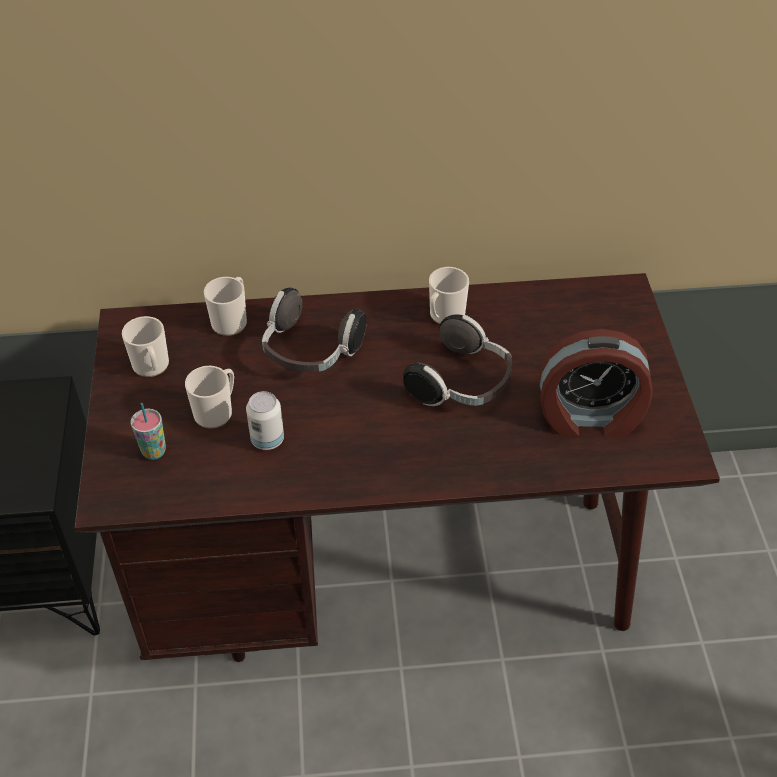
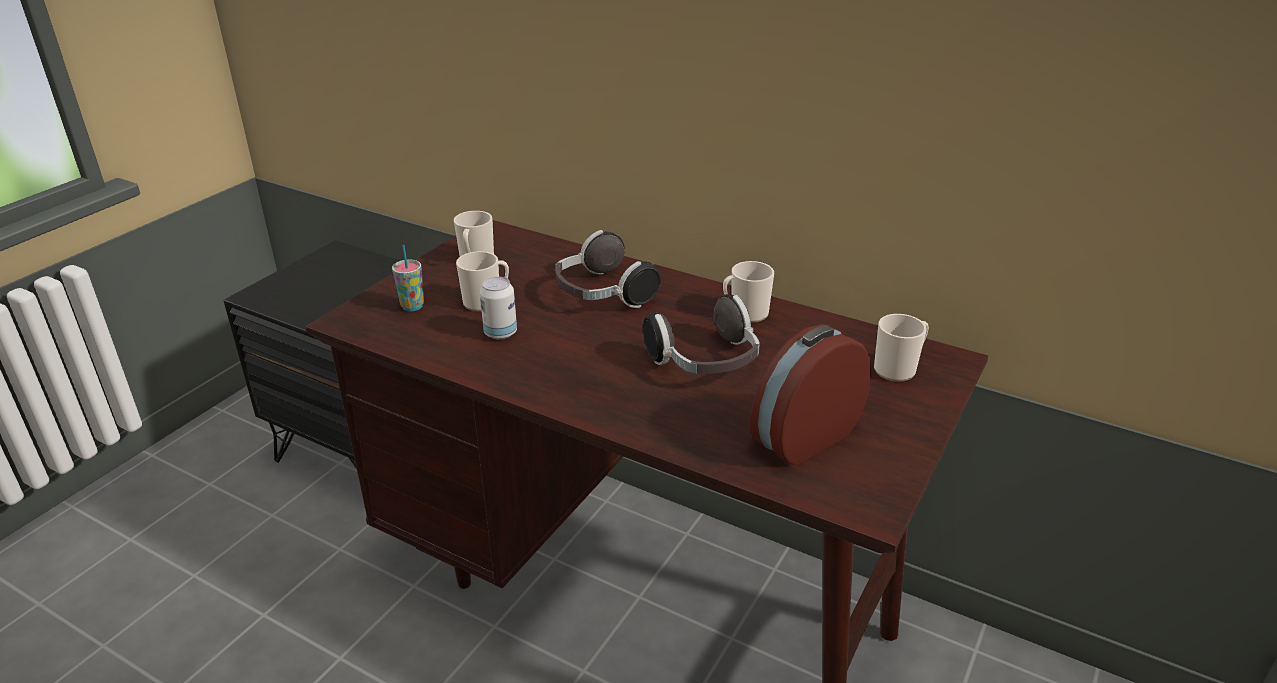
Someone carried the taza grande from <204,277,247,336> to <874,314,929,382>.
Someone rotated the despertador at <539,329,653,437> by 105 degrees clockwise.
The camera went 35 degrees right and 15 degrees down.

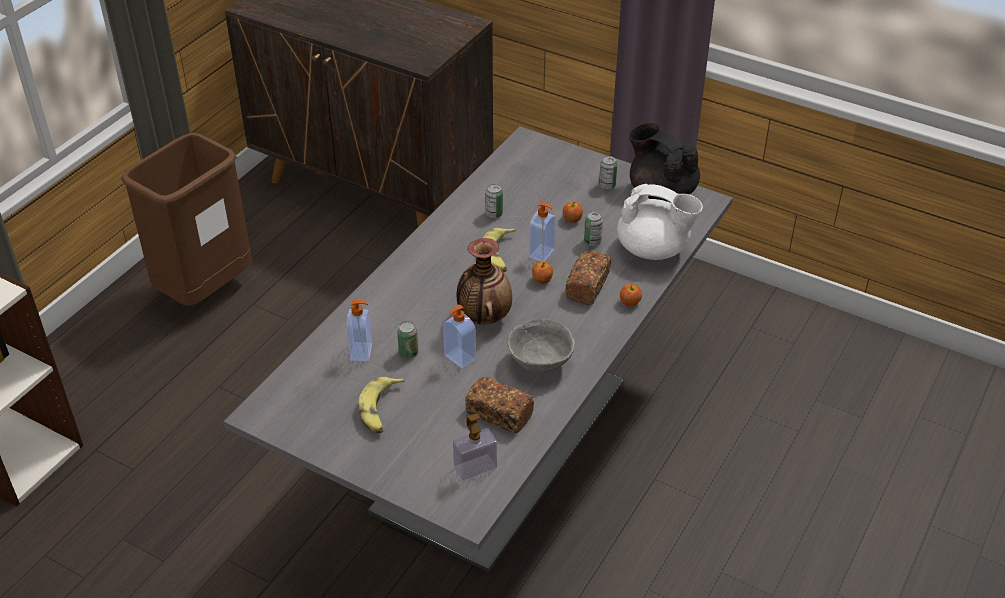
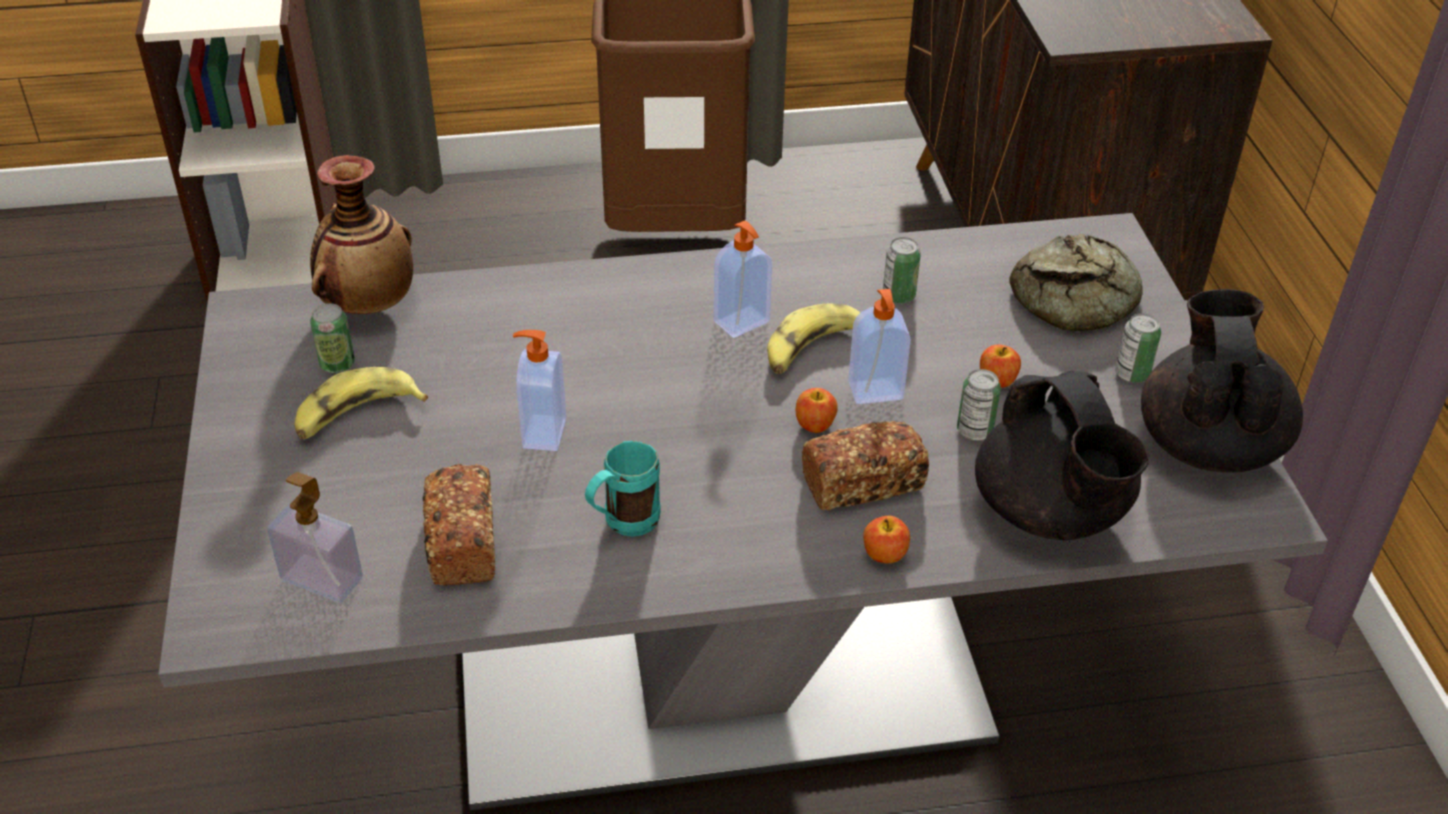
Someone put down the pan at <1009,234,1143,331>.
Someone carried the dispensador de jabón from <347,300,372,361> to <714,221,772,338>.
Someone carried the lata from <397,321,418,359> to <310,303,355,373>.
Someone carried the florero from <457,238,512,325> to <310,155,413,314>.
Someone swapped the cuenco [gris] at <507,319,575,373> for the taza grande [turquesa] at <585,441,661,537>.
Someone repainted the tetera [blanco] at <617,184,703,260>, which became the tetera [negro] at <975,371,1149,540>.
The camera went 50 degrees right and 0 degrees up.

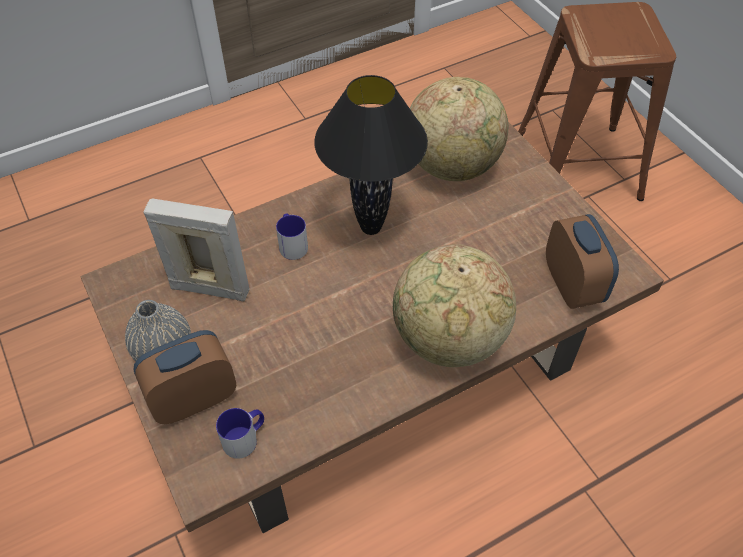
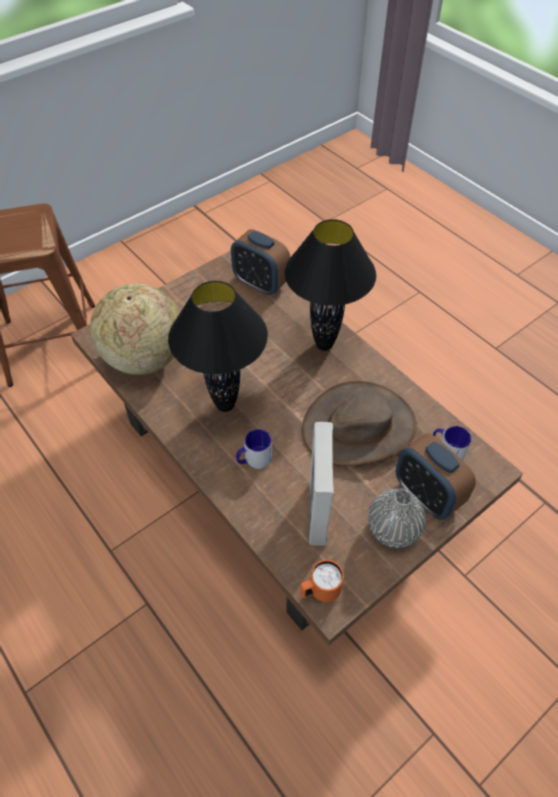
Someone put down the taza grande [naranja] at <300,560,344,602>.
Someone put down the sombrero [marrón] at <302,381,417,466>.
Someone swapped the globo terráqueo at <393,244,516,367> for the lámpara de mesa [negro] at <284,219,376,351>.
Someone rotated the despertador at <546,214,619,309> by 120 degrees counterclockwise.
The camera went 100 degrees left and 0 degrees up.

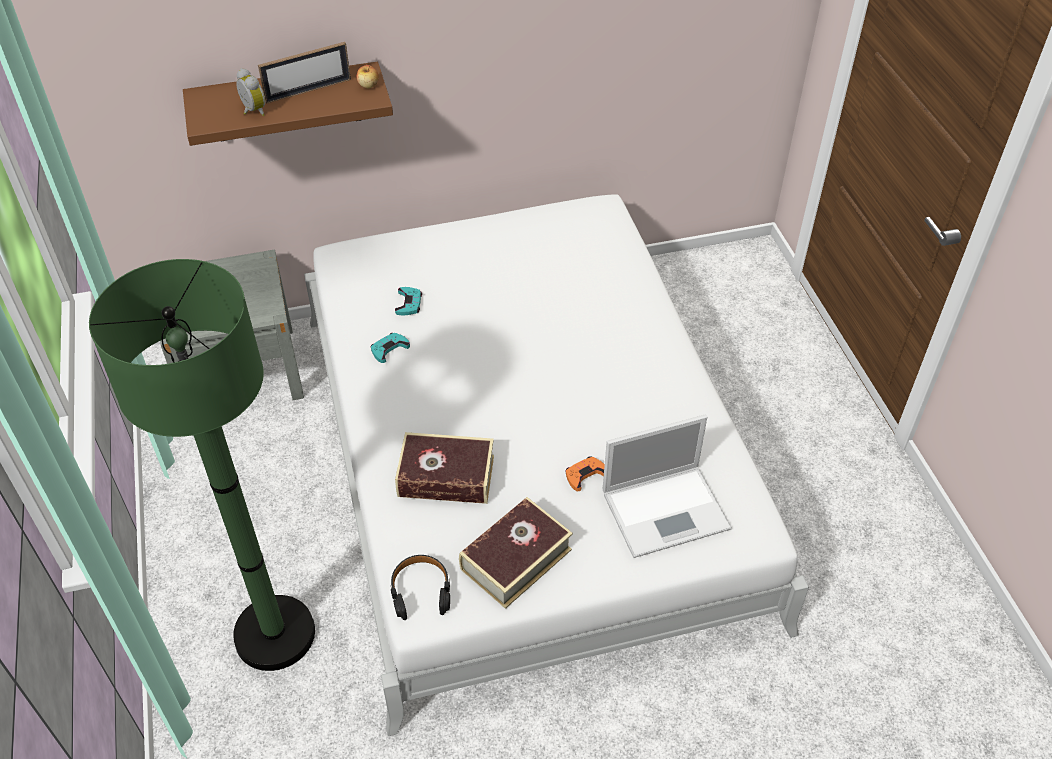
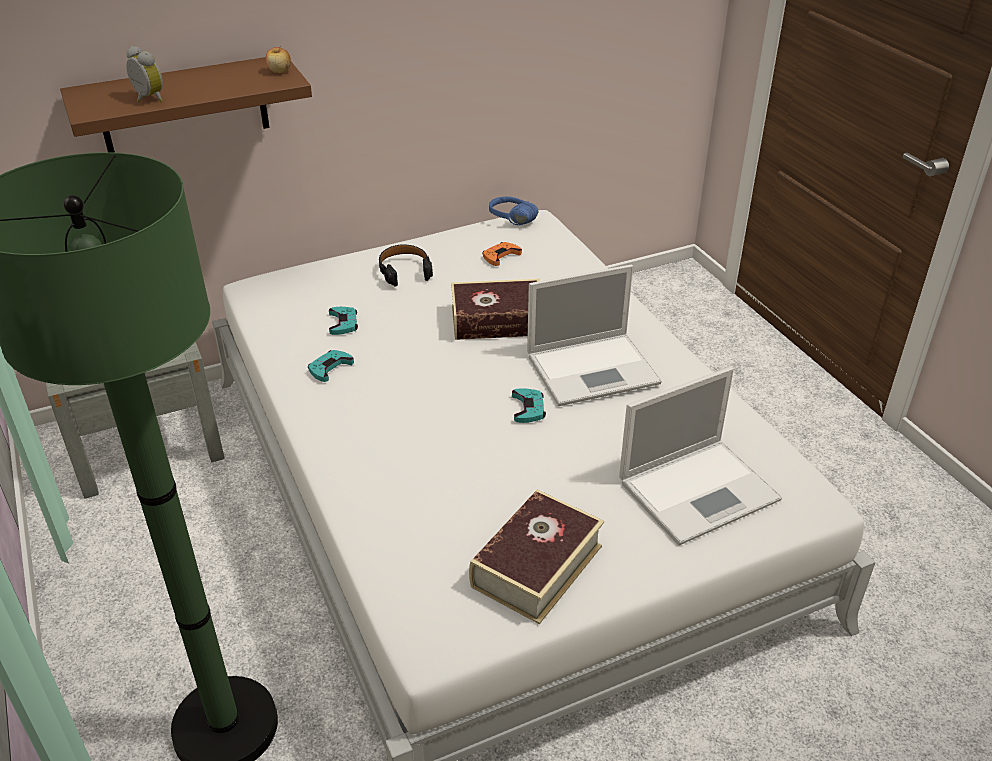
Someone took away the portarretratos at <258,42,351,104>.
Someone put down the auriculares [azul] at <489,196,538,225>.
Someone put down the mando de consola [turquesa] at <512,388,546,423>.
Someone put down the portátil at <527,265,662,406>.
Someone carried the auriculares [negro] from <391,555,450,620> to <379,244,433,286>.
Someone carried the libro from <395,432,494,504> to <451,279,540,340>.
Someone carried the mando de consola [naranja] from <565,456,605,491> to <482,242,522,266>.
The camera went 10 degrees left and 10 degrees down.

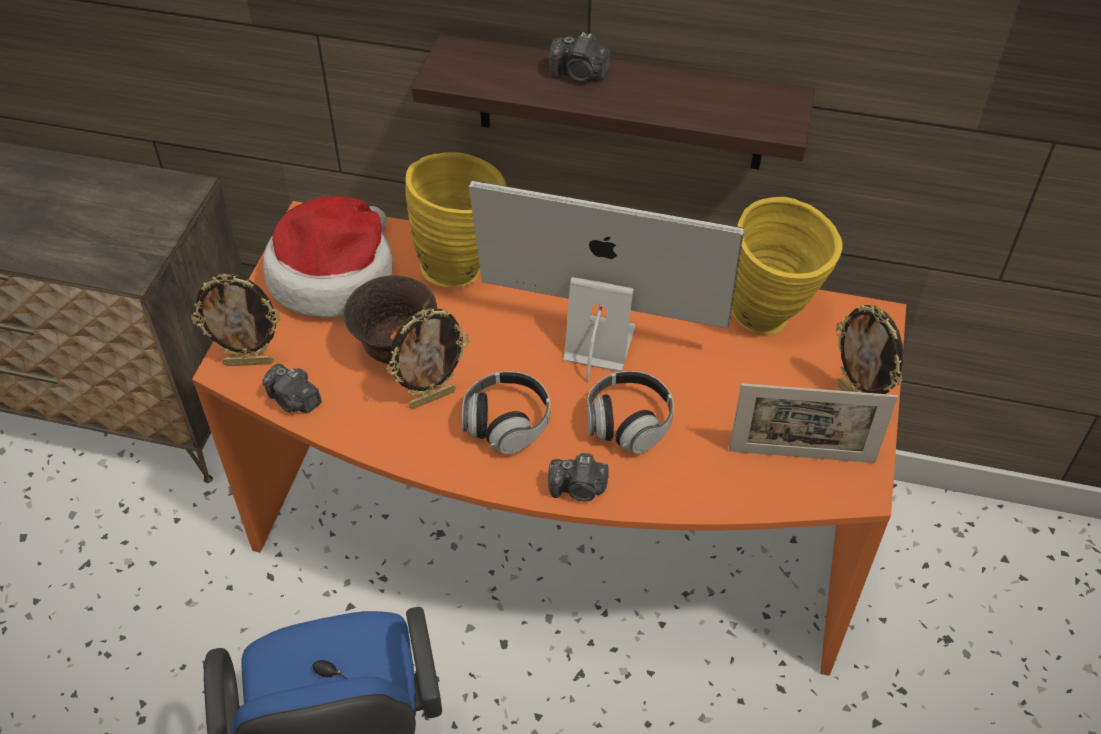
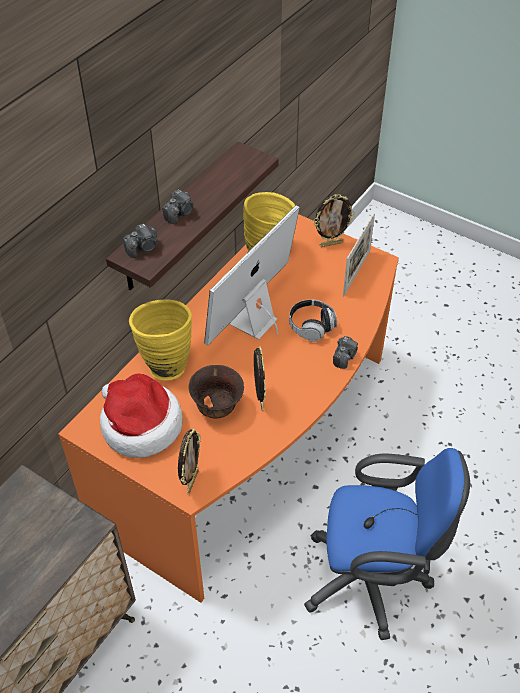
Someone took away the auriculares at <462,371,550,455>.
Someone carried the cámara from <262,364,322,413> to <123,224,158,258>.
The camera went 70 degrees left and 0 degrees up.

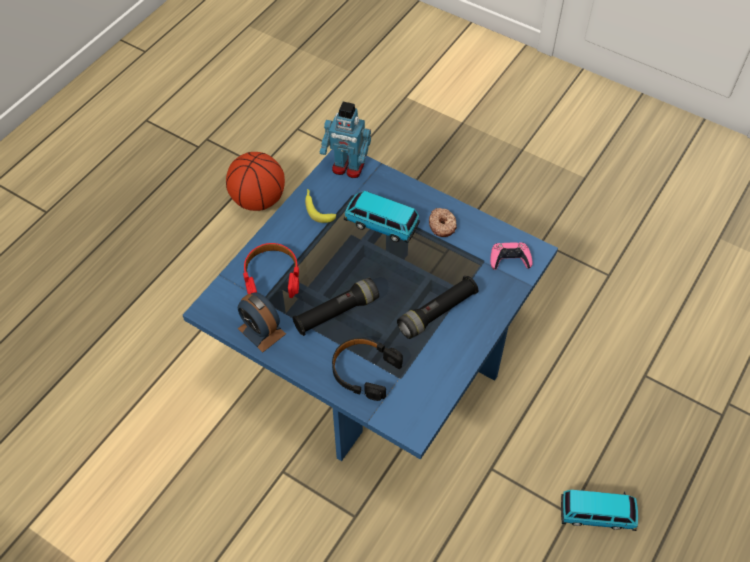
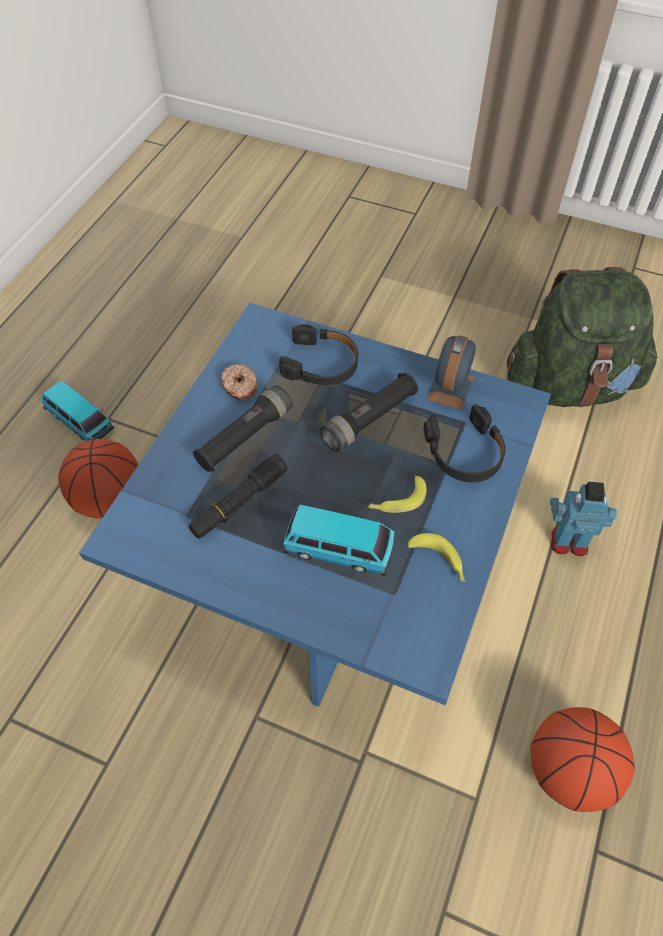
Someone took away the mando de consola [rosa] at <490,242,532,270>.
Someone put down the balón de baloncesto at <58,439,138,519>.
Someone put down the linterna [negro] at <189,454,288,539>.
Someone put down the plátano at <368,476,427,513>.
Someone put down the mochila [verde] at <507,267,658,408>.
Someone carried the robot de juguete from <320,102,371,178> to <550,482,617,556>.
Someone carried the rosquilla from <429,208,457,237> to <221,364,257,399>.
Someone repainted the auriculares [rojo] at <243,243,299,298>, which became the auriculares [negro] at <424,404,506,482>.
Someone rotated the despertador at <238,292,286,352> by 75 degrees clockwise.
Someone rotated the coche de juguete at <561,490,638,531> by 135 degrees counterclockwise.
The camera went 170 degrees right and 0 degrees up.

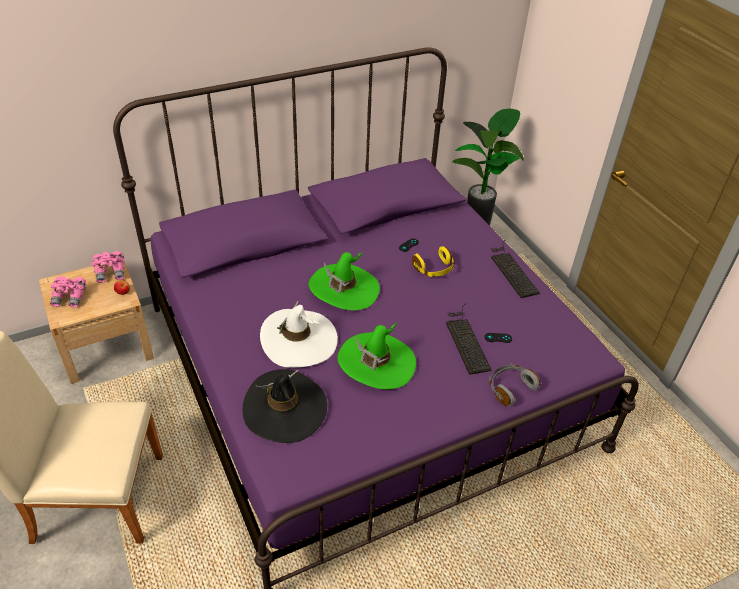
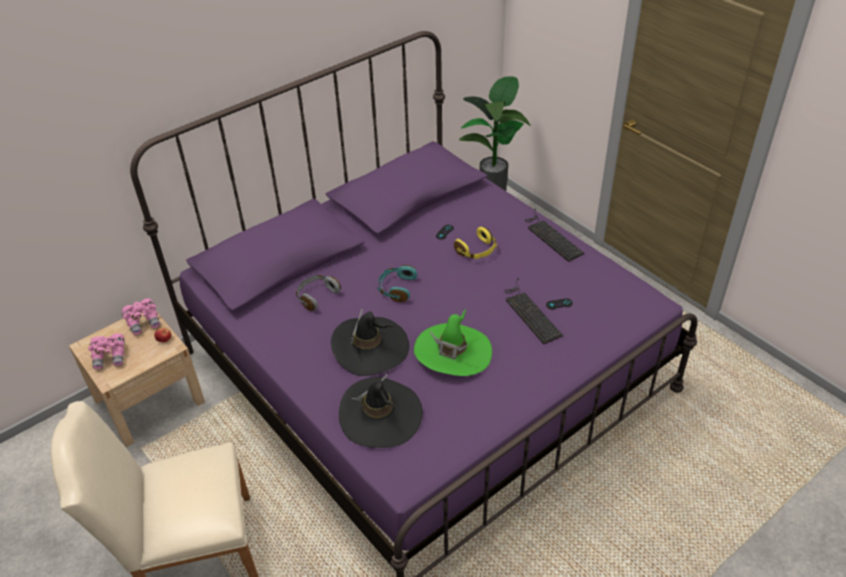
Someone carried the auriculares [gris] from <489,363,540,406> to <296,275,341,311>.
Someone swapped the sombrero [verde] at <308,252,380,310> for the auriculares [turquesa] at <377,265,417,302>.
Someone repainted the sombrero [blanco] at <260,301,338,368>, which became the sombrero [negro] at <331,309,409,376>.
The camera went 10 degrees left and 0 degrees up.

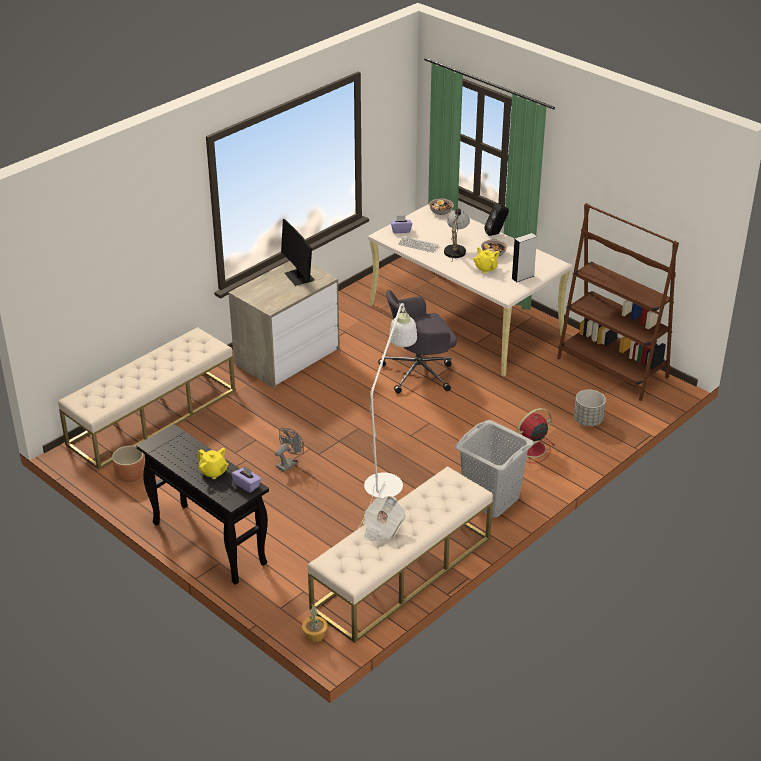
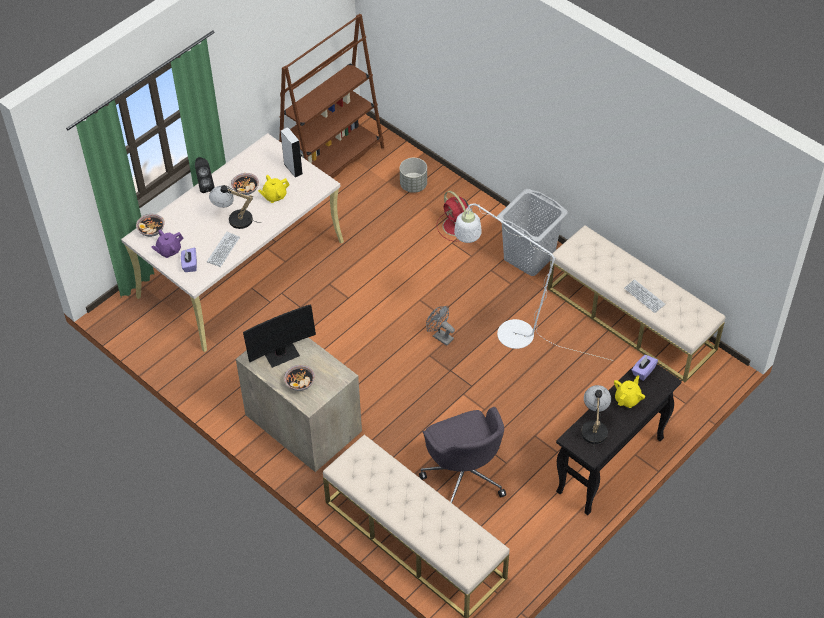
Someone took away the maceta [marrón] at <112,446,145,482>.
Someone took away the planta en maceta at <302,604,327,642>.
Someone put down the tetera [morado] at <152,230,183,258>.
Someone put down the cuenco at <284,365,315,391>.
Someone put down the lámpara de mesa at <581,385,611,447>.
Someone carried the ventilador [gris] from <275,428,304,472> to <426,306,455,346>.
Someone carried the silla de oficina [gris] from <378,290,457,394> to <419,407,506,503>.
Someone swapped the periódico at <363,496,406,541> for the teclado at <624,279,666,313>.
The camera went 90 degrees left and 15 degrees up.

